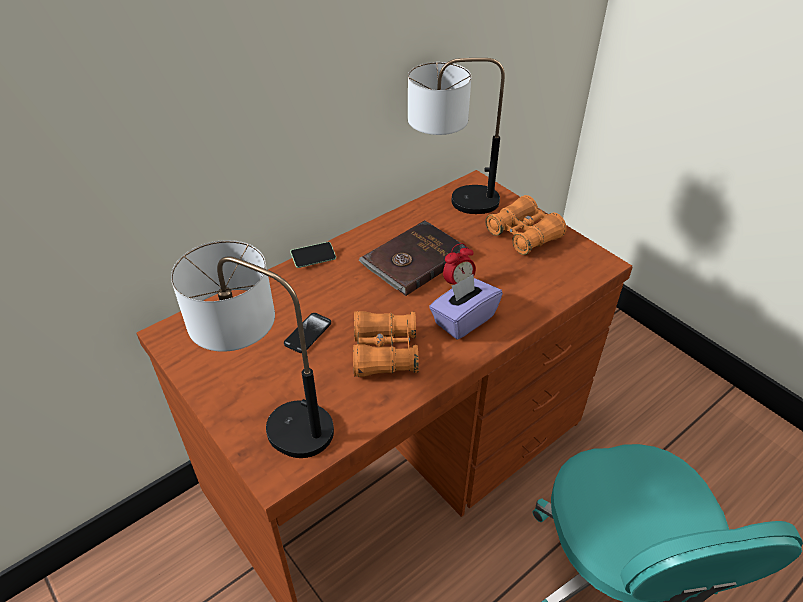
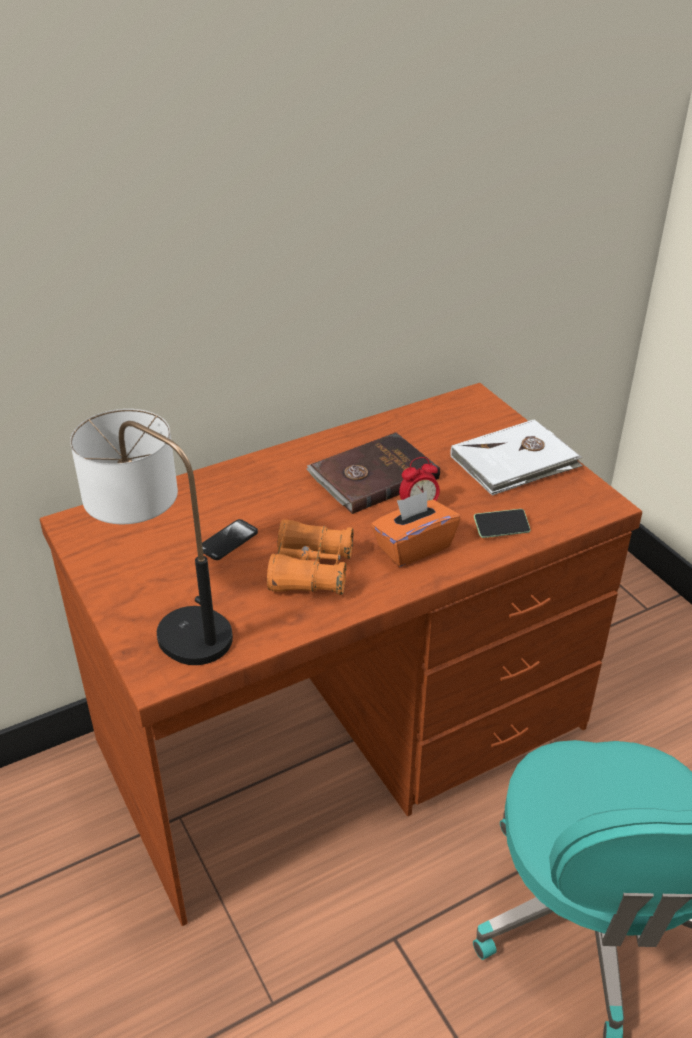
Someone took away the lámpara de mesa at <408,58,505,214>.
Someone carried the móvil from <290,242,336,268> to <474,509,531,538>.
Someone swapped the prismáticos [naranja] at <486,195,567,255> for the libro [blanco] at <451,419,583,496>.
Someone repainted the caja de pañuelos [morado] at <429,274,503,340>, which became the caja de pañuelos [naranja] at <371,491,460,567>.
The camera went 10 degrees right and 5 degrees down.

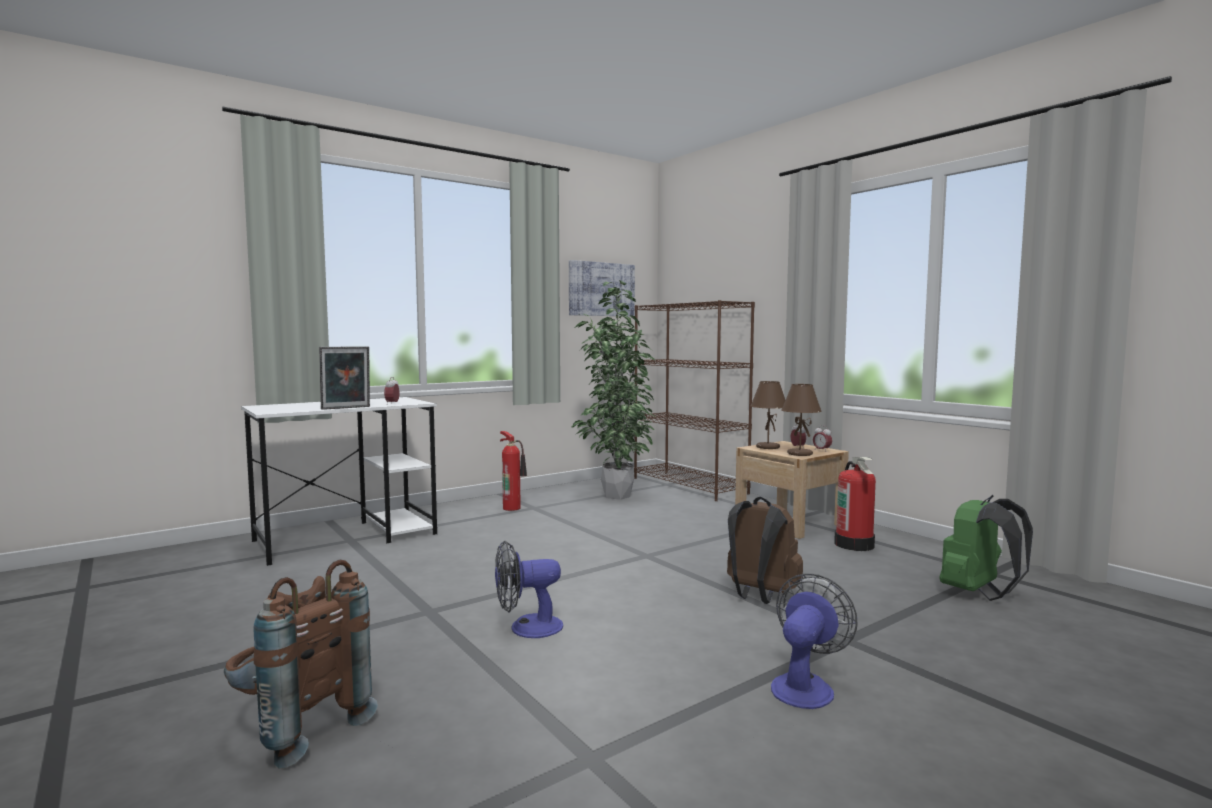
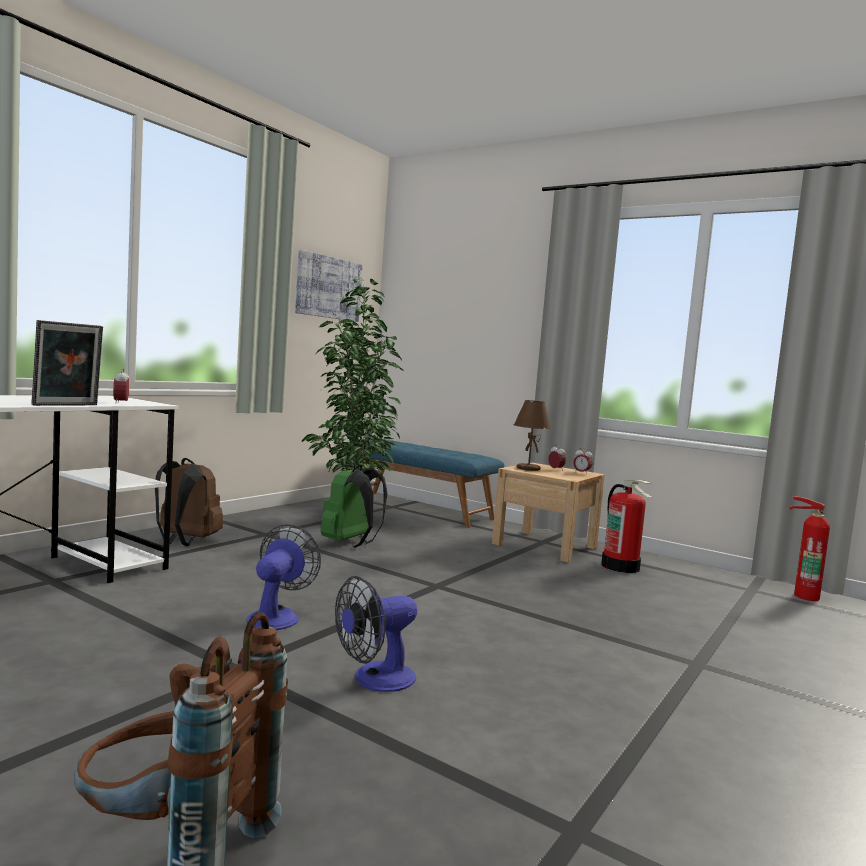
Someone took away the lámpara de mesa [marrón] at <782,384,822,456>.
Someone carried the extintor from <500,431,527,511> to <789,496,830,601>.
Someone carried the mochila [marrón] from <727,497,803,604> to <155,458,223,546>.
Someone carried the ventilador from <771,574,857,709> to <247,525,321,630>.
Someone carried the mochila [verde] from <940,495,1033,601> to <320,465,387,548>.
Someone swapped the estantería [marrón] at <634,300,755,501> for the banco [azul] at <343,439,504,528>.
The camera went 20 degrees left and 0 degrees up.

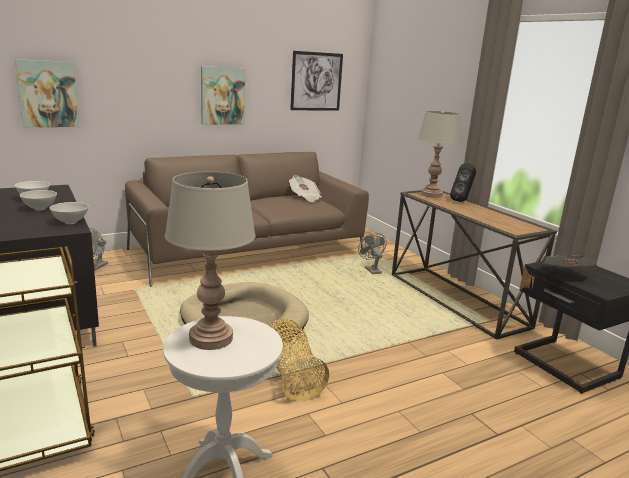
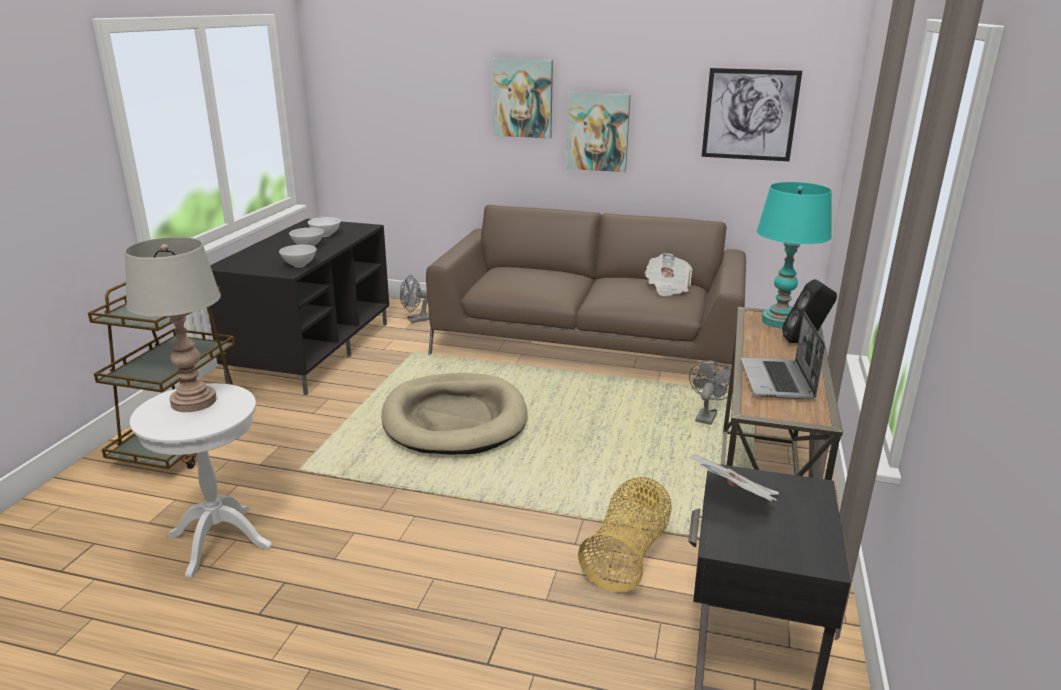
Someone put down the portátil at <740,312,825,399>.
Someone carried the cuadro from <15,59,79,128> to <493,58,553,139>.
Someone carried the cesta from <268,319,329,401> to <578,477,672,593>.
Someone repainted the lámpara de mesa [gris] at <418,111,461,198>, which became the lámpara de mesa [turquesa] at <757,182,832,328>.
The camera went 45 degrees right and 5 degrees up.

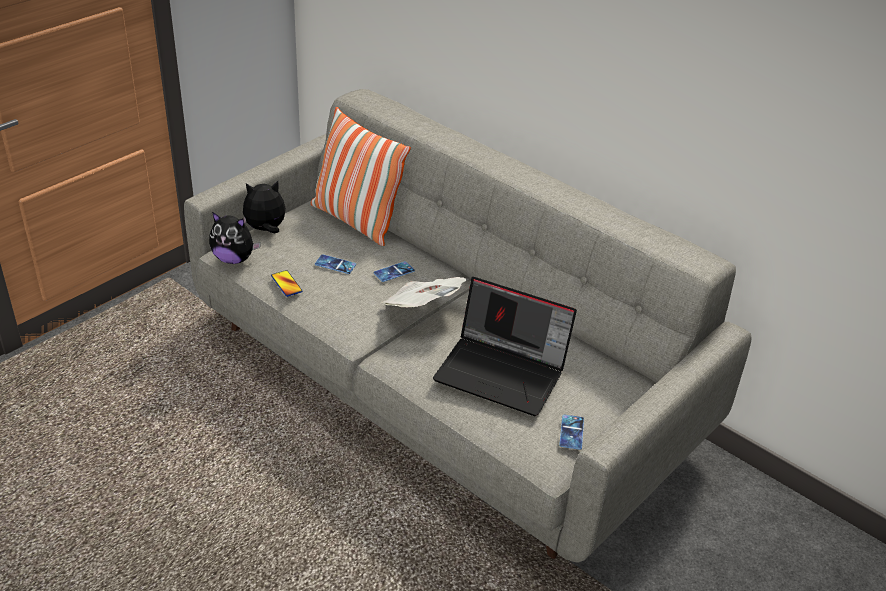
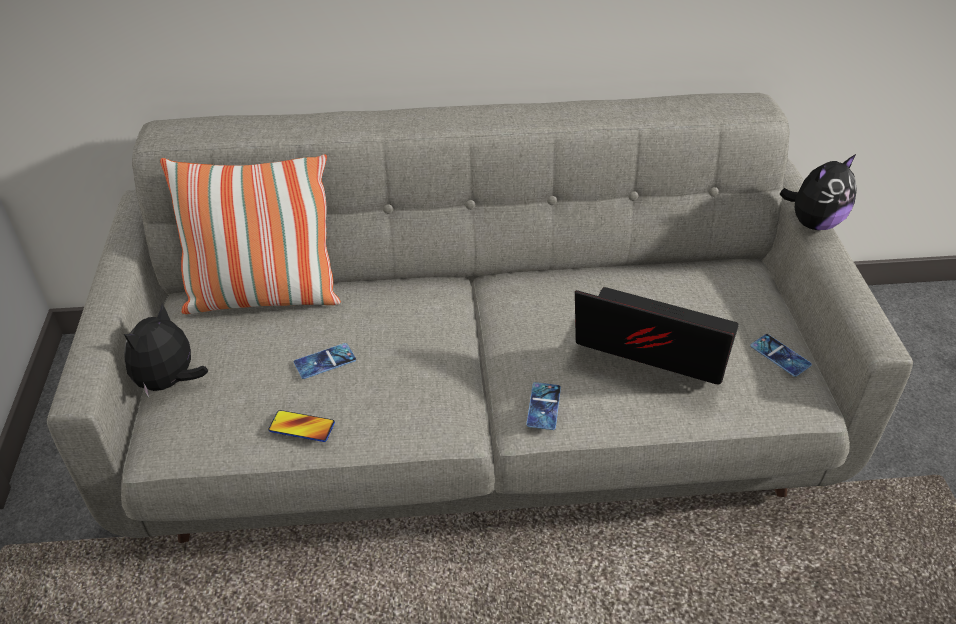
Someone took away the periódico at <381,277,468,308>.
Someone carried the peluche from <209,212,261,264> to <780,154,857,230>.
Someone carried the móvil from <374,261,415,282> to <526,382,561,430>.
Someone rotated the portátil at <433,277,577,416> by 135 degrees counterclockwise.
The camera went 45 degrees left and 5 degrees up.

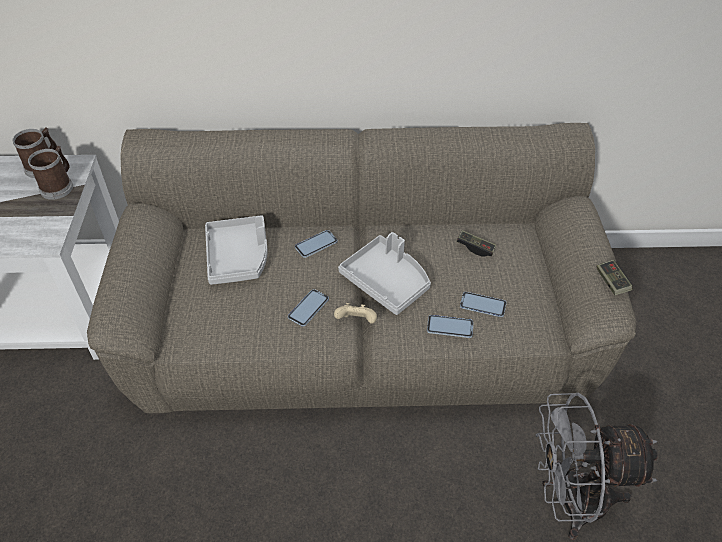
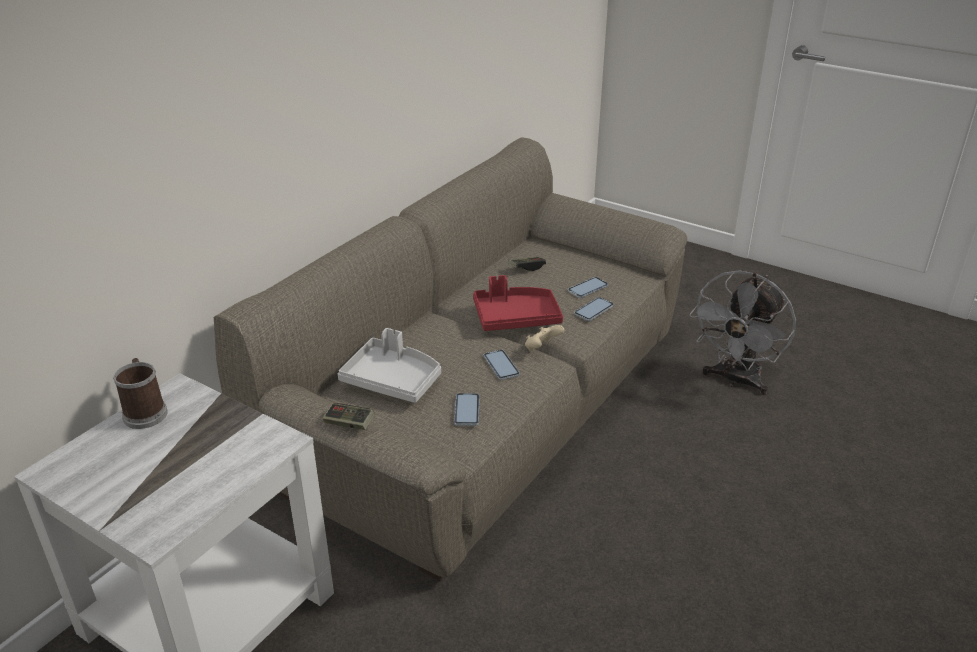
Someone took away the taza grande at <28,146,73,200>.
Someone carried the móvil from <295,230,338,258> to <454,393,480,426>.
Someone carried the mando de consola from <597,260,633,295> to <322,403,375,430>.
Someone repainted the bandeja [gris] at <338,232,431,315>, which became the bandeja [rojo] at <473,275,563,331>.
The camera went 55 degrees left and 15 degrees down.

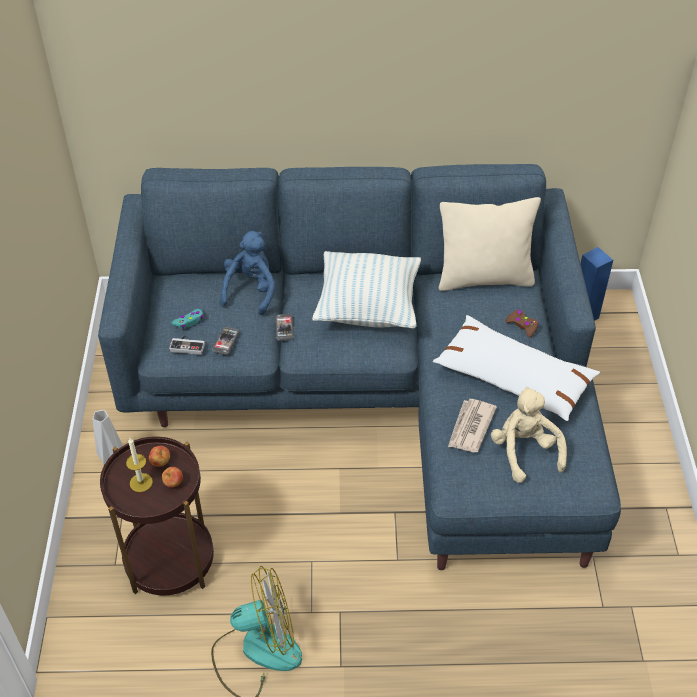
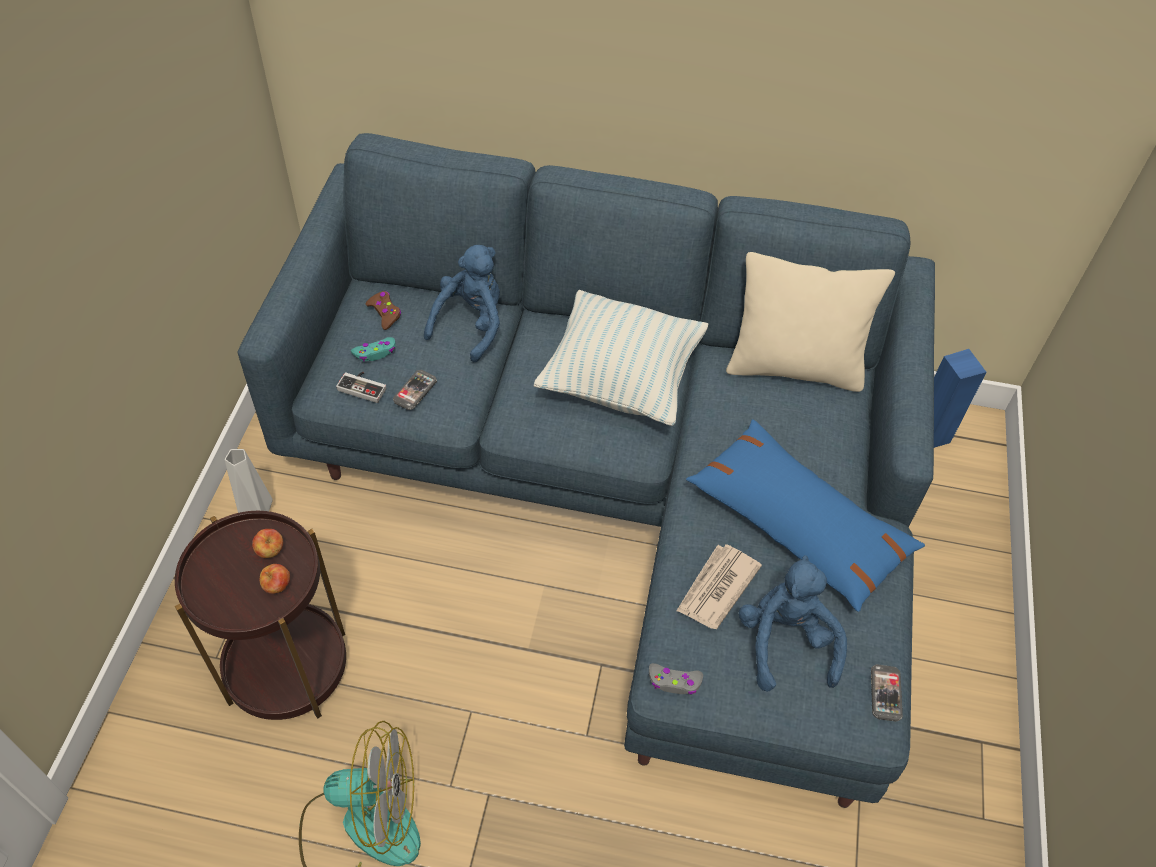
Someone took away the vela at <126,438,153,492>.
Someone put down the mando de consola [gris] at <649,663,703,694>.
Someone carried the móvil from <275,314,294,341> to <871,664,903,722>.
Someone carried the mando de consola [marrón] from <505,310,539,338> to <366,291,401,330>.
Someone repainted the cojín [blanco] at <433,315,600,421>, which became the cojín [azul] at <686,419,925,612>.
Someone repainted the peluche [beis] at <491,386,567,483>, which became the peluche [azul] at <739,555,847,692>.
The camera went 10 degrees right and 5 degrees up.

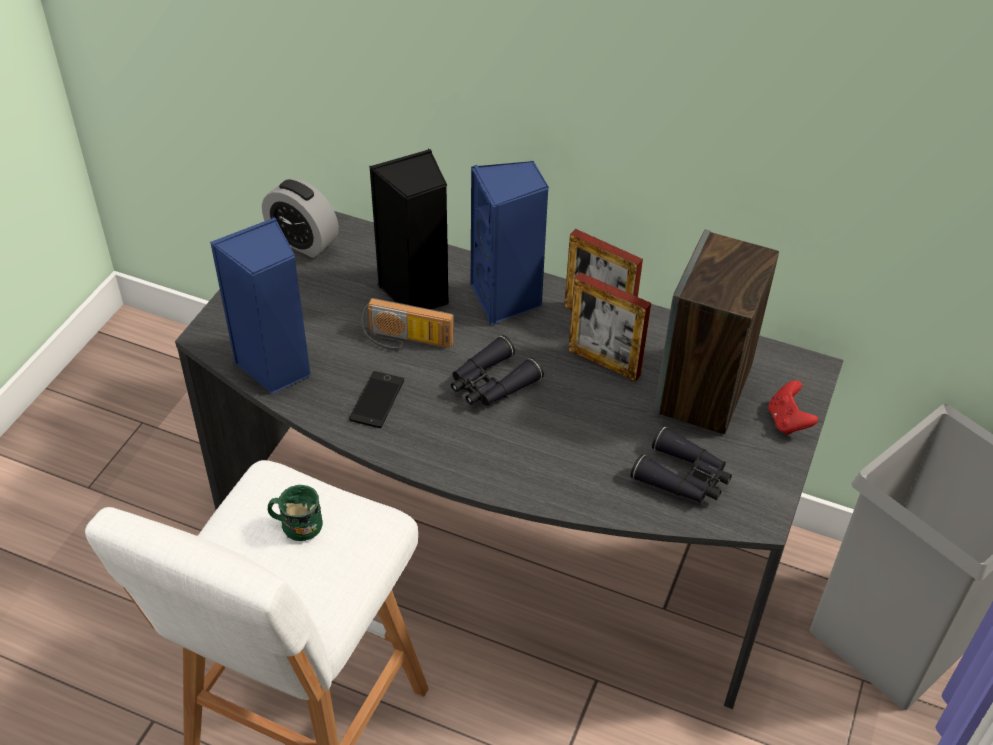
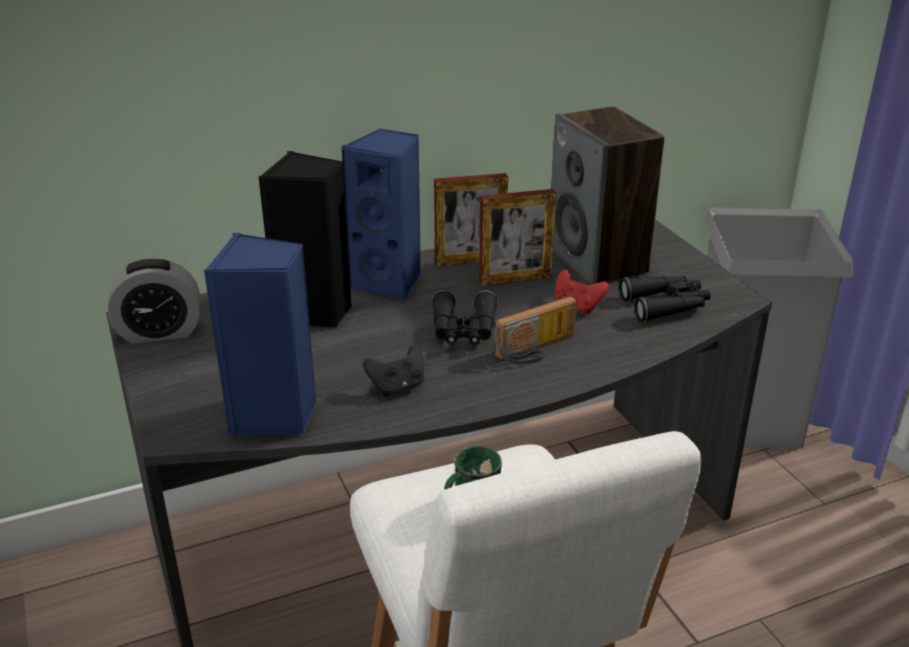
Someone carried the radio from <361,298,454,351> to <494,296,577,364>.
Someone carried the mando de consola [rojo] from <768,380,818,435> to <555,270,609,314>.
Someone swapped the móvil at <349,371,404,428> for the mando de consola [negro] at <363,345,424,396>.
The camera went 45 degrees left and 15 degrees down.

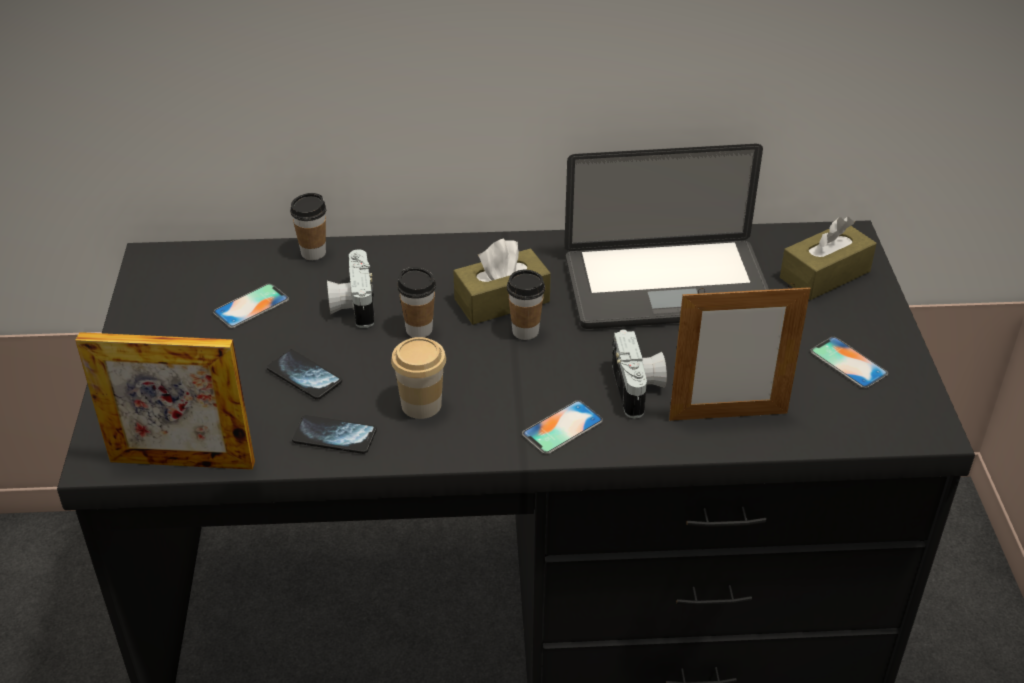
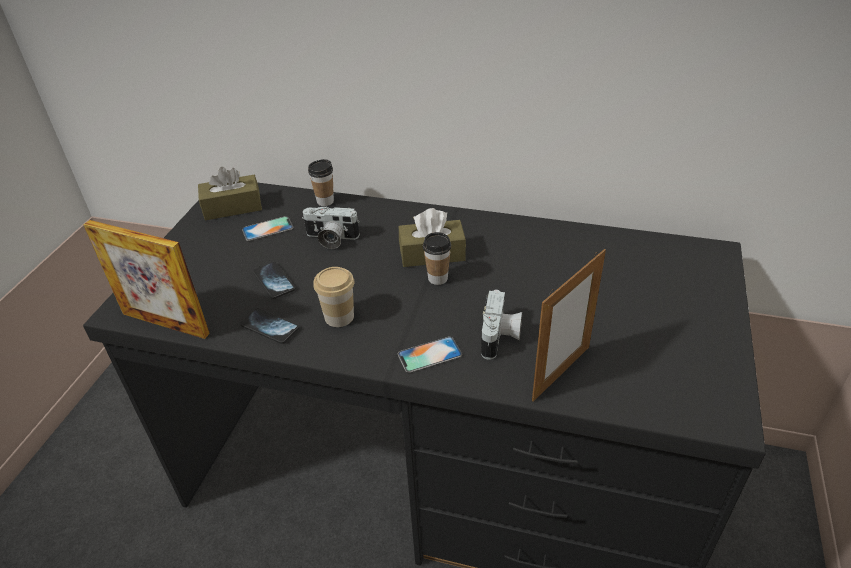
Someone took away the taza at <397,267,436,338>.
Someone took away the portátil at <564,144,769,329>.
Someone took away the móvil at <810,337,888,388>.
Someone carried the caja de pañuelos [marrón] from <780,217,877,300> to <198,167,262,220>.
Someone rotated the cámara at <327,249,374,328> by 90 degrees counterclockwise.
Someone rotated the portarretratos at <669,283,811,421> by 60 degrees counterclockwise.
The camera went 20 degrees right and 0 degrees up.

